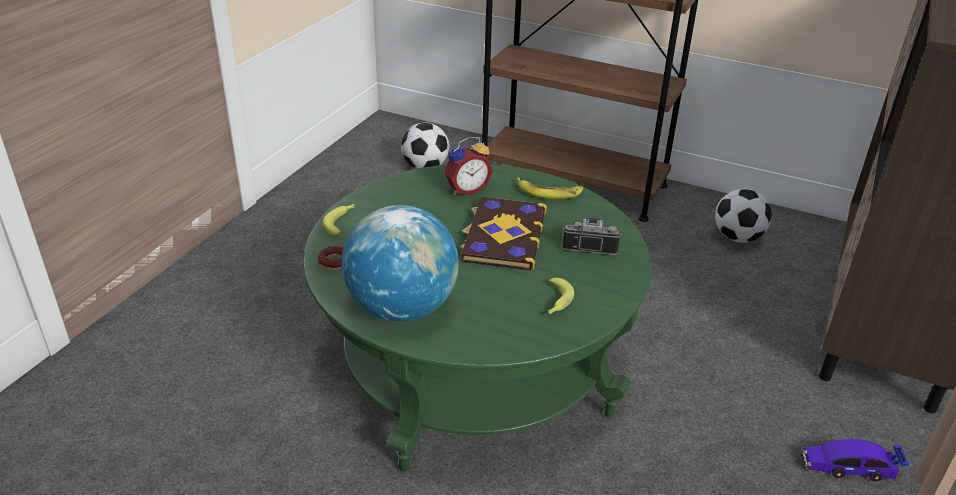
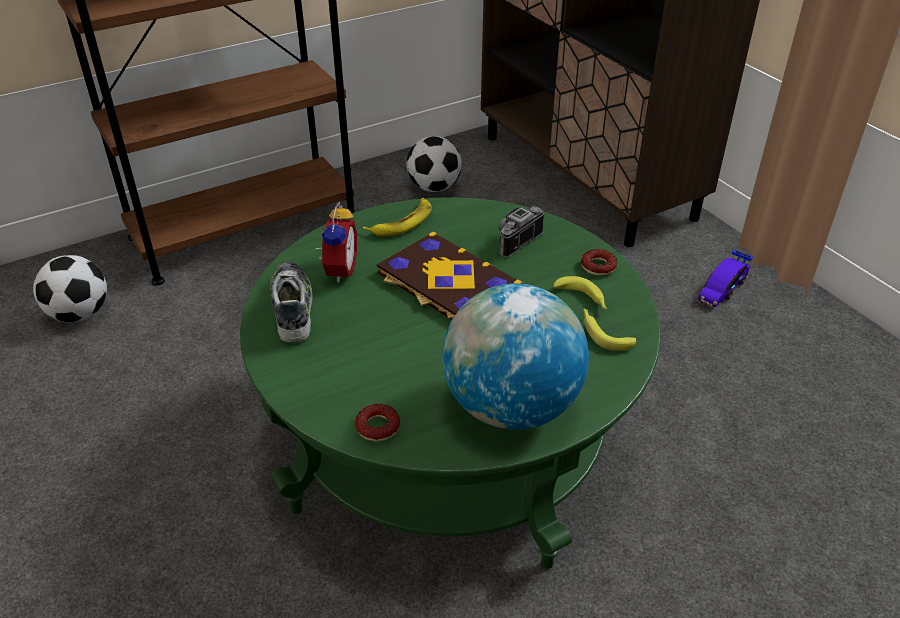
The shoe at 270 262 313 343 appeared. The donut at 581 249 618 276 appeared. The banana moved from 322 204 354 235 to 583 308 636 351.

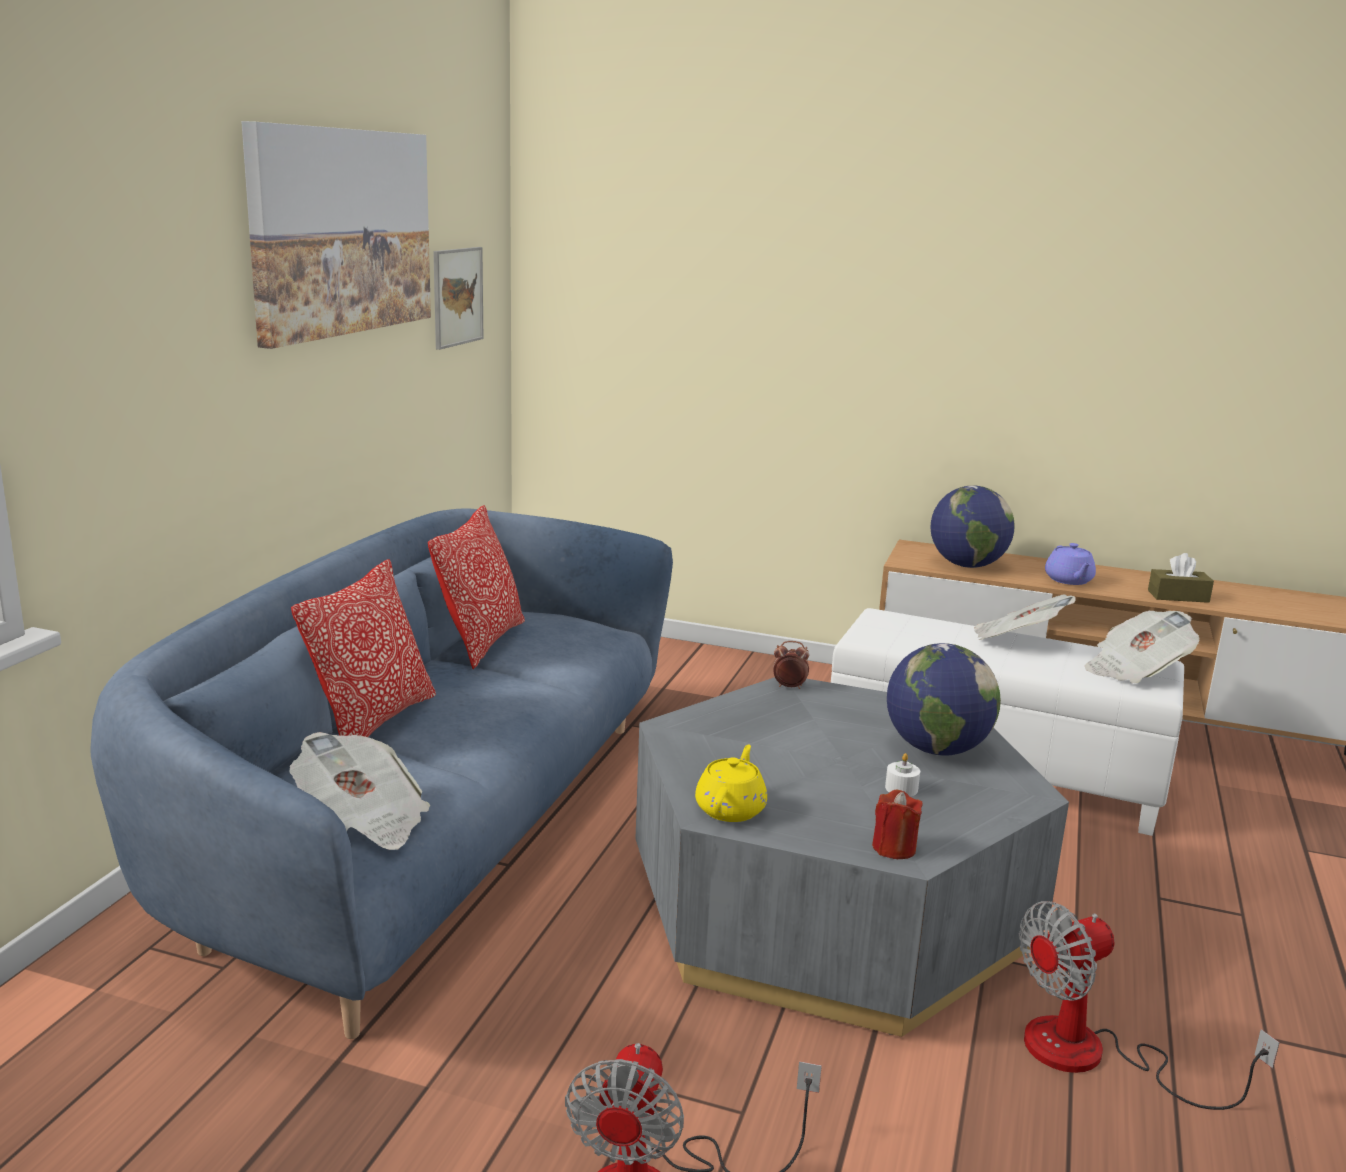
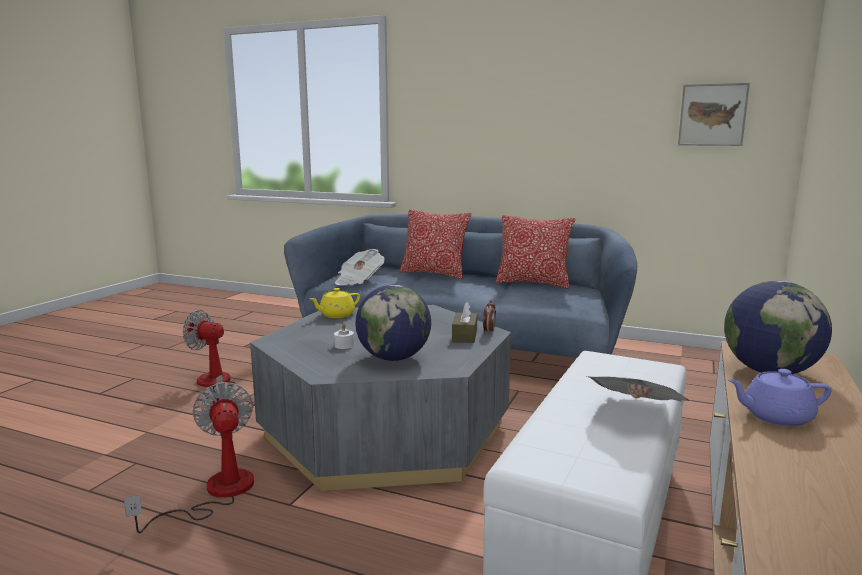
The teapot in yellow at 695 745 767 822 turned 120 degrees clockwise. The tissue box in brown moved from 1148 553 1214 603 to 452 302 477 343. The picture at 241 121 431 349 disappeared. The candle in red at 872 790 923 859 disappeared. The newspaper at 1085 611 1199 683 disappeared.

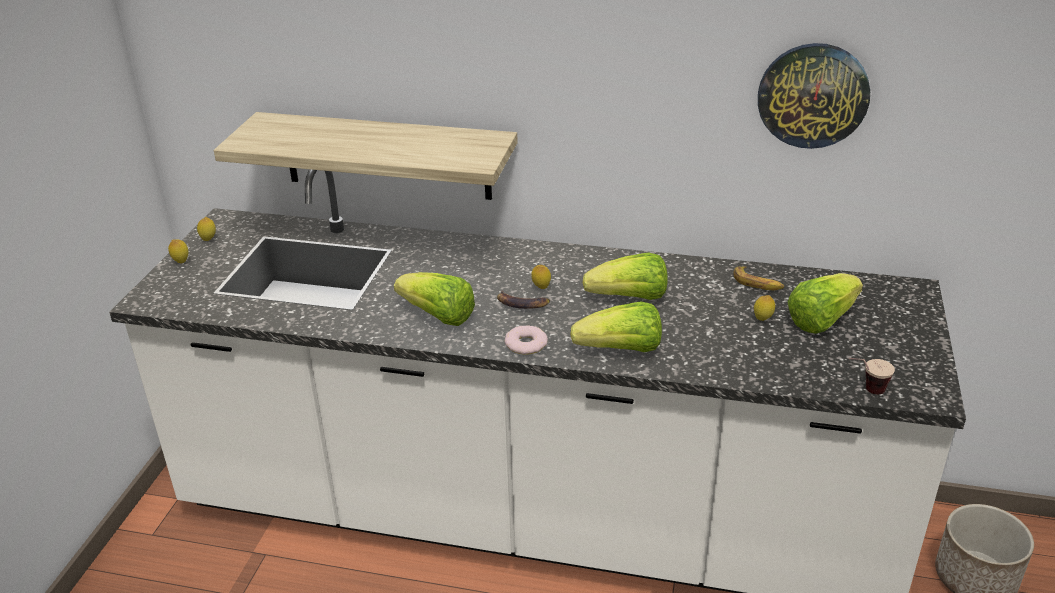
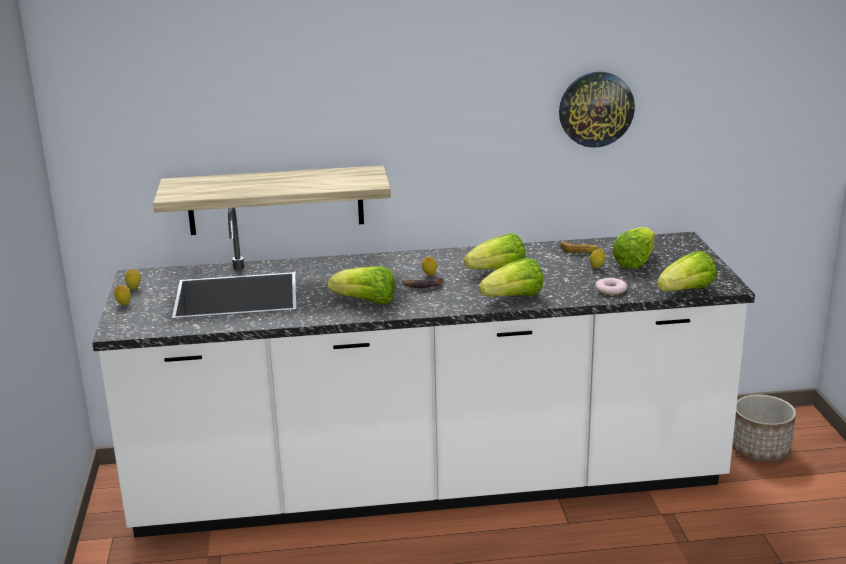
The donut moved from 505 325 548 355 to 595 278 628 295. The cup at 849 358 895 395 was replaced by the lettuce at 657 251 717 292.

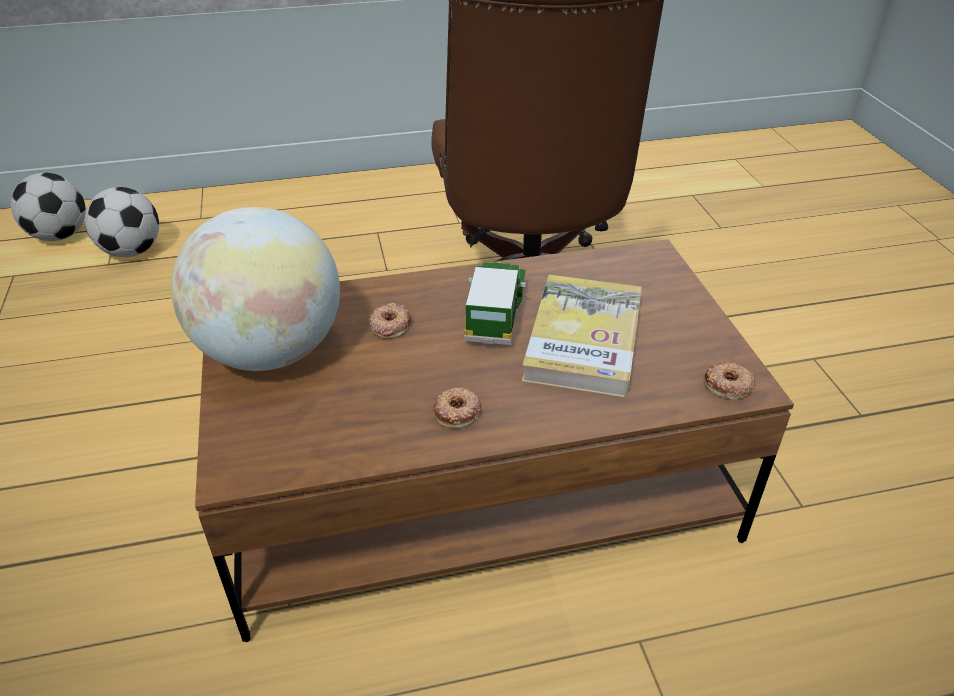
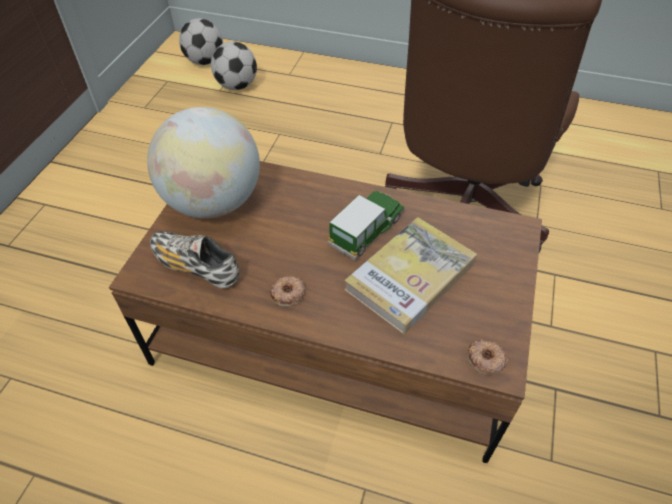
The shoe at 150 232 239 289 appeared. The donut at 369 303 411 339 disappeared.

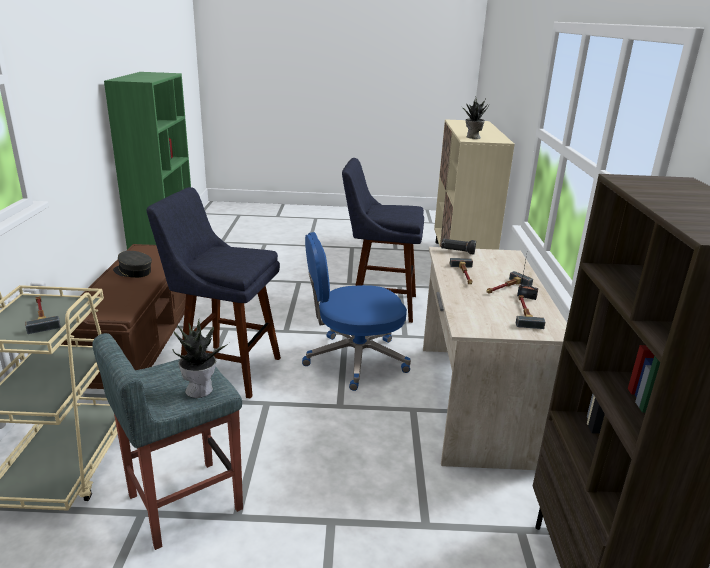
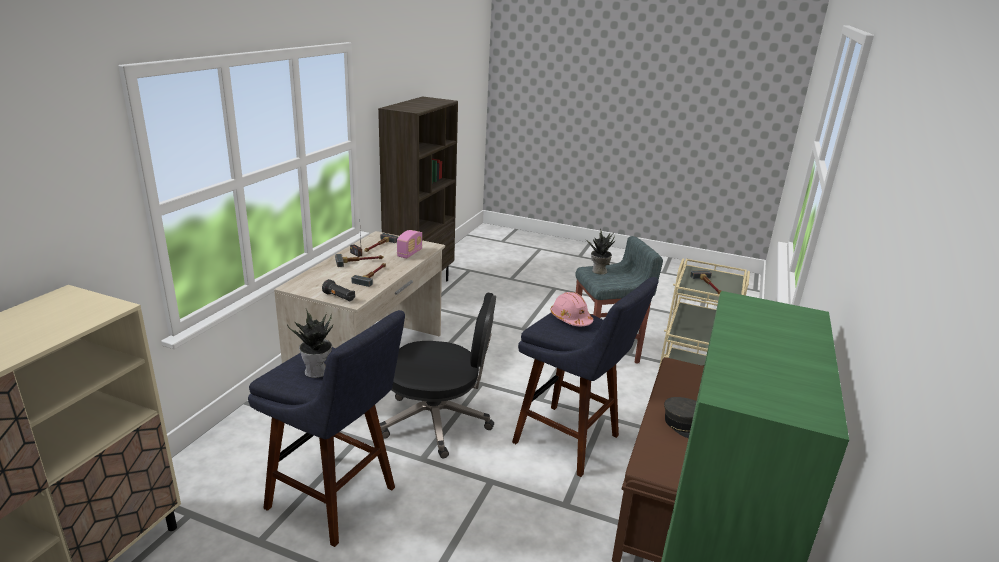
The potted plant moved from 461 96 489 139 to 287 309 333 378. The office chair in blue at 302 232 411 391 became the office chair in black at 380 292 496 458. The radio at 397 230 422 258 appeared. The hard hat in pink at 550 292 593 326 appeared.

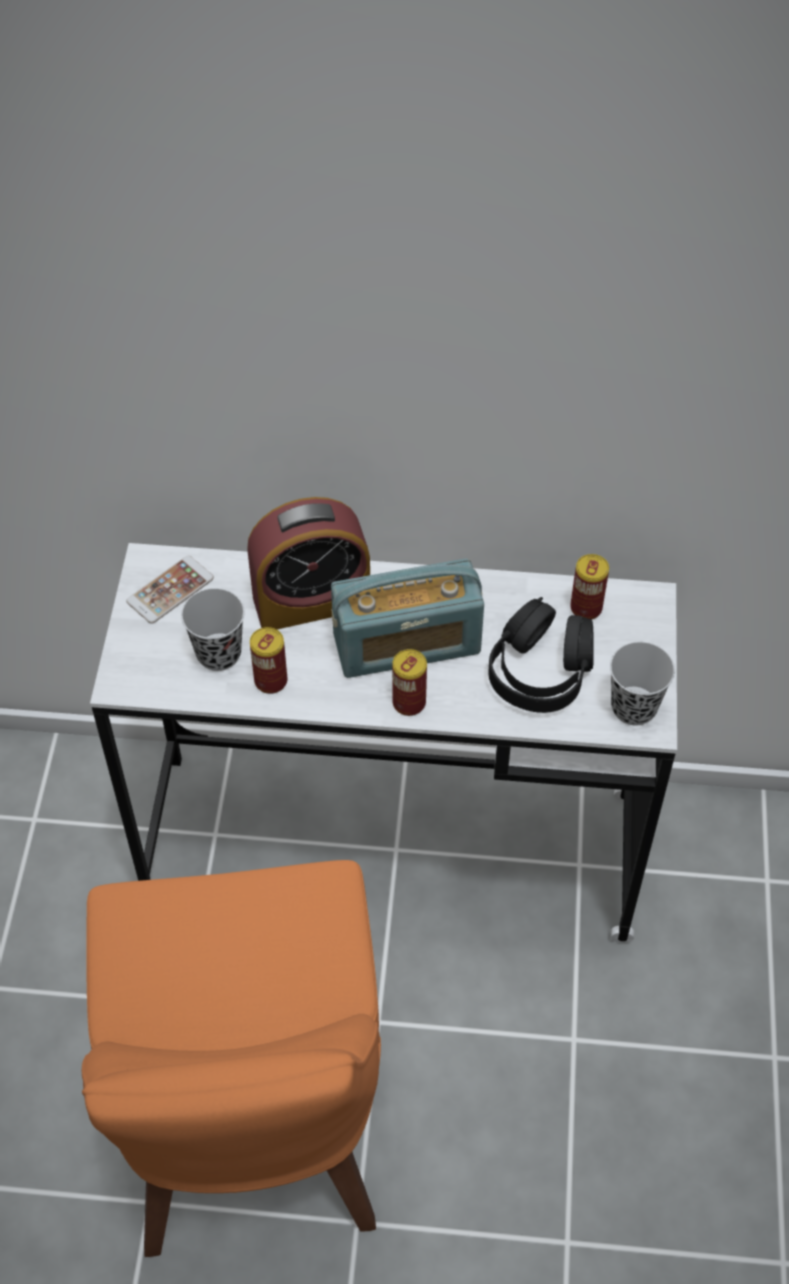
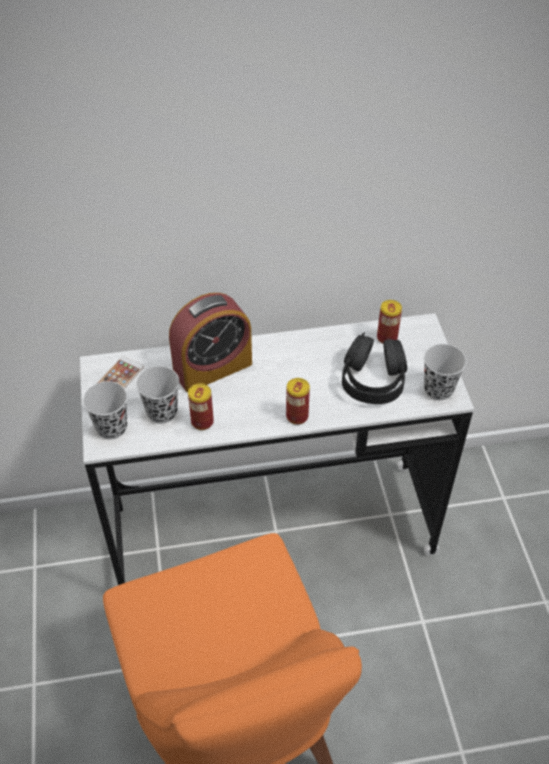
The cup in black at 83 381 127 439 appeared. The radio at 331 558 484 678 disappeared.

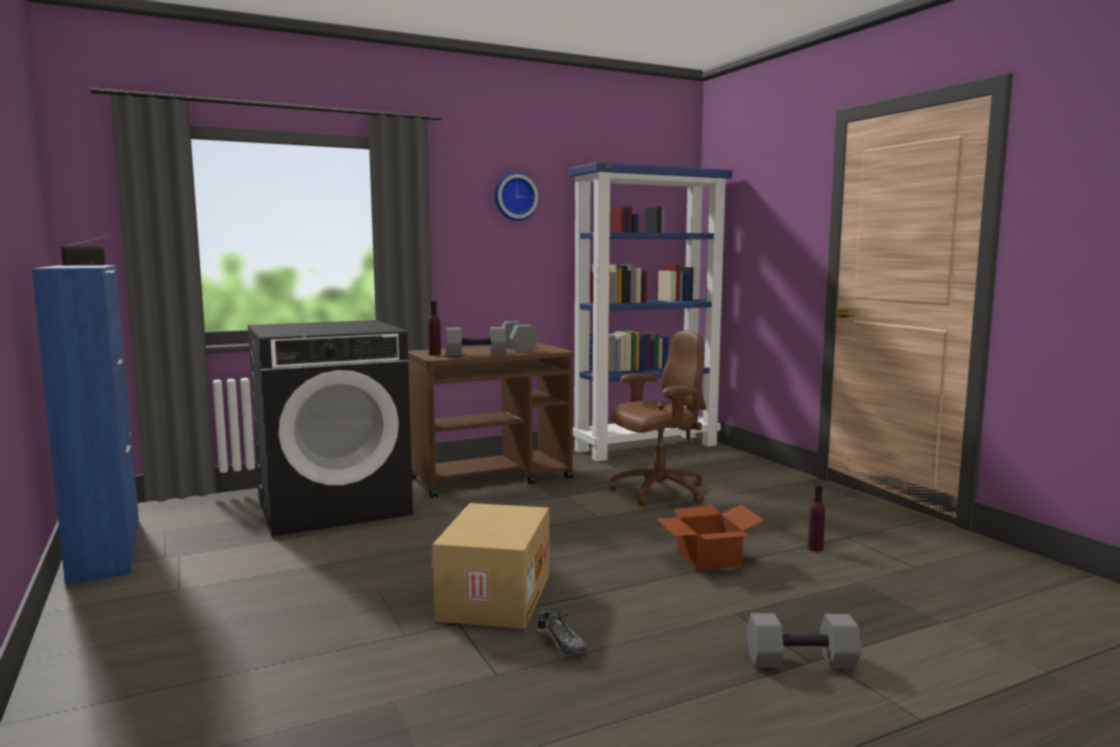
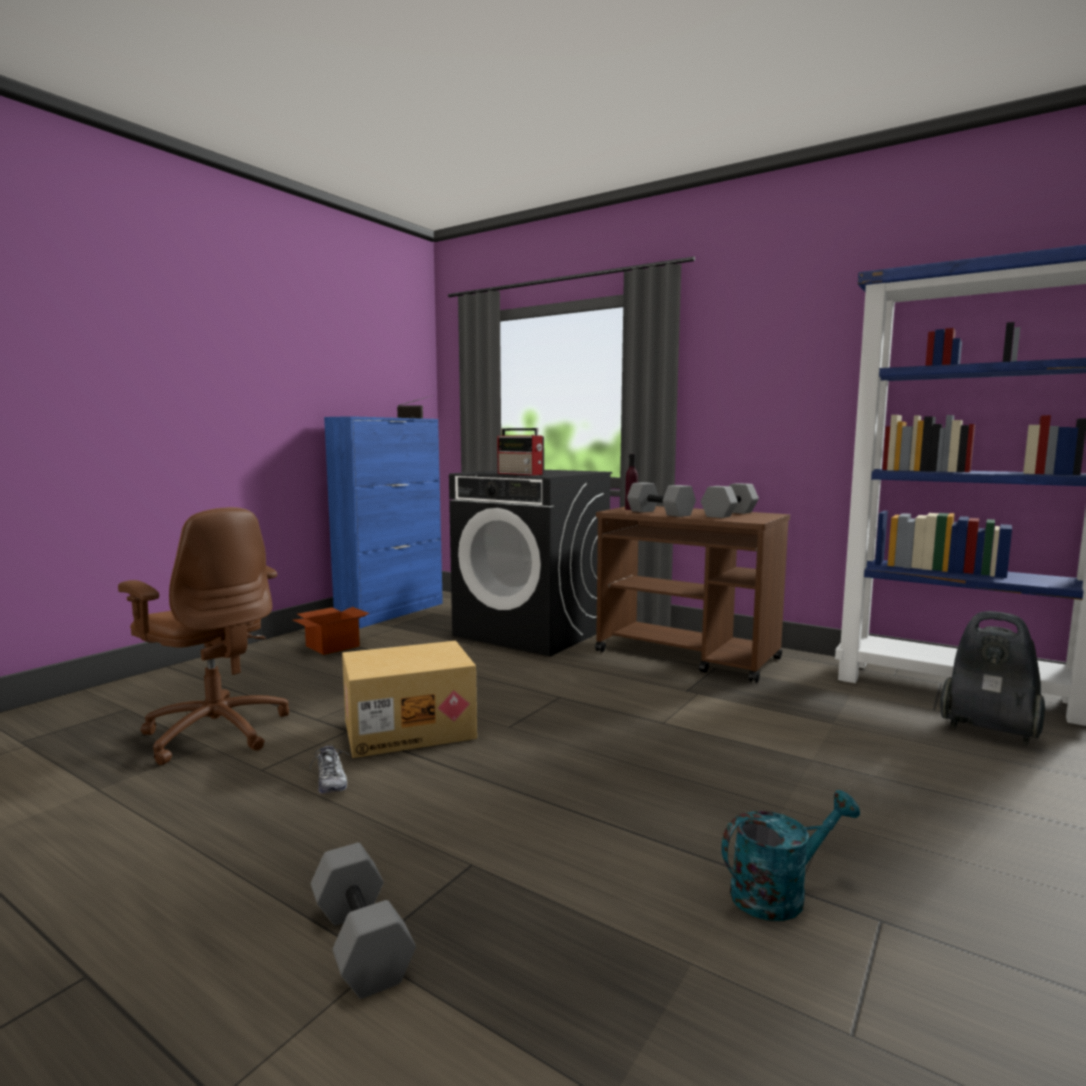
The office chair in brown moved from 610 330 706 507 to 118 507 289 765. The cardboard box moved from 656 504 764 571 to 293 607 370 655. The shoe at 537 608 587 656 turned 45 degrees counterclockwise. The radio at 497 428 544 475 appeared. The bottle in purple at 808 485 825 552 was replaced by the watering can in turquoise at 721 790 860 921. The vacuum cleaner at 940 611 1045 744 appeared. The wall clock at 495 172 539 221 disappeared.

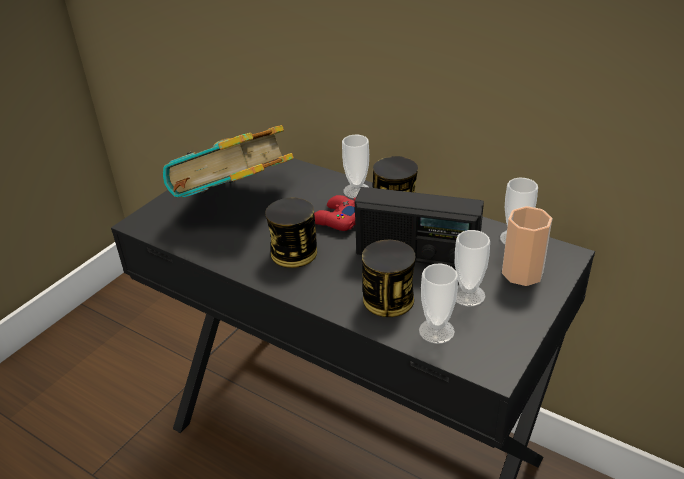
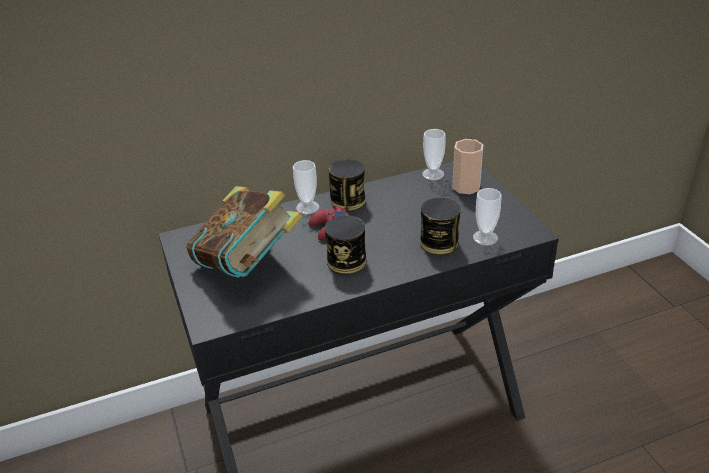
The radio at 355 187 484 268 disappeared. The cup at 455 230 490 307 disappeared.

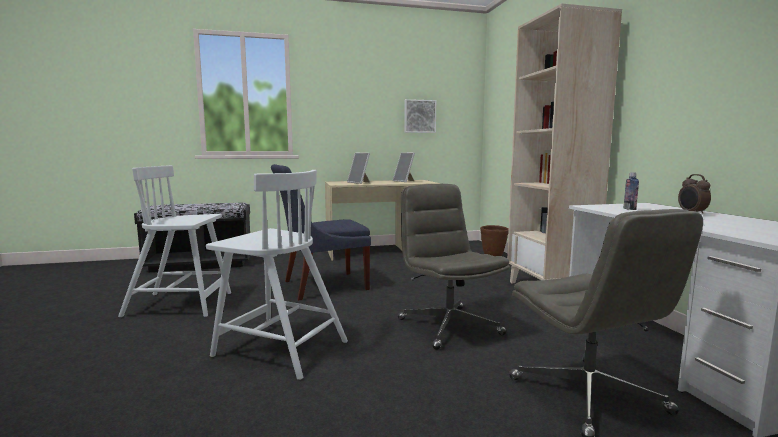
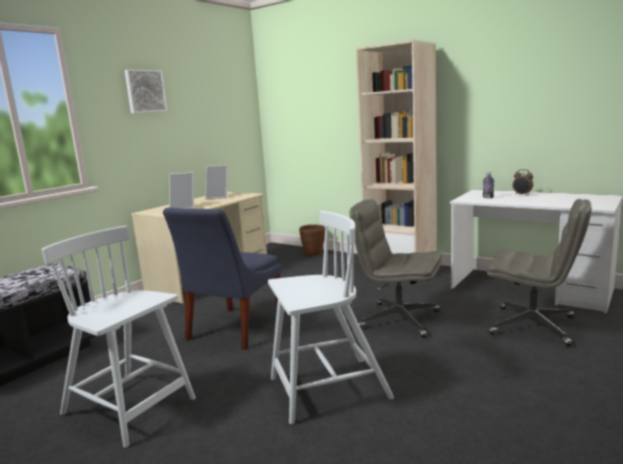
The chair in white at 118 165 231 317 turned 75 degrees clockwise. The picture moved from 404 99 436 133 to 124 69 167 113.

